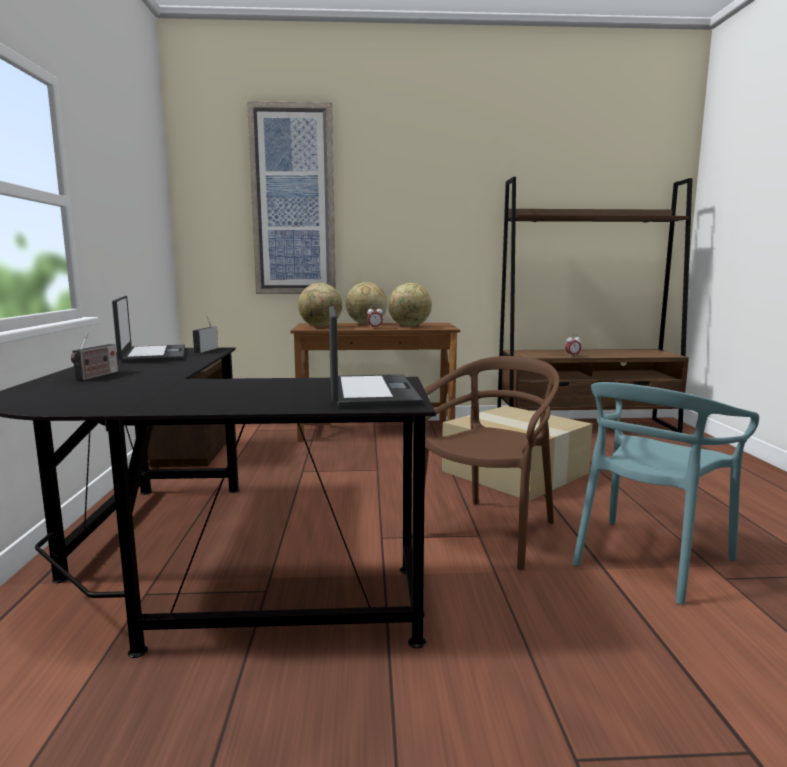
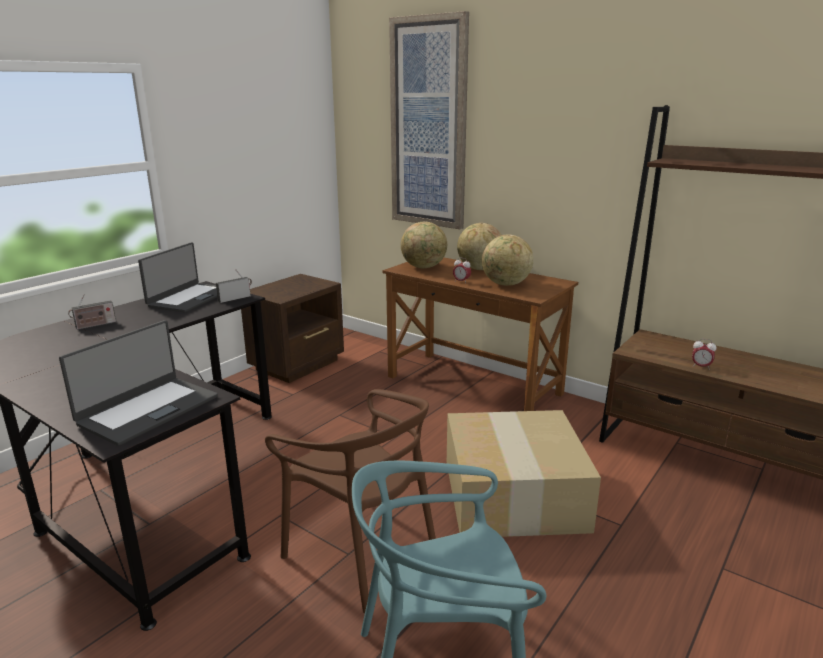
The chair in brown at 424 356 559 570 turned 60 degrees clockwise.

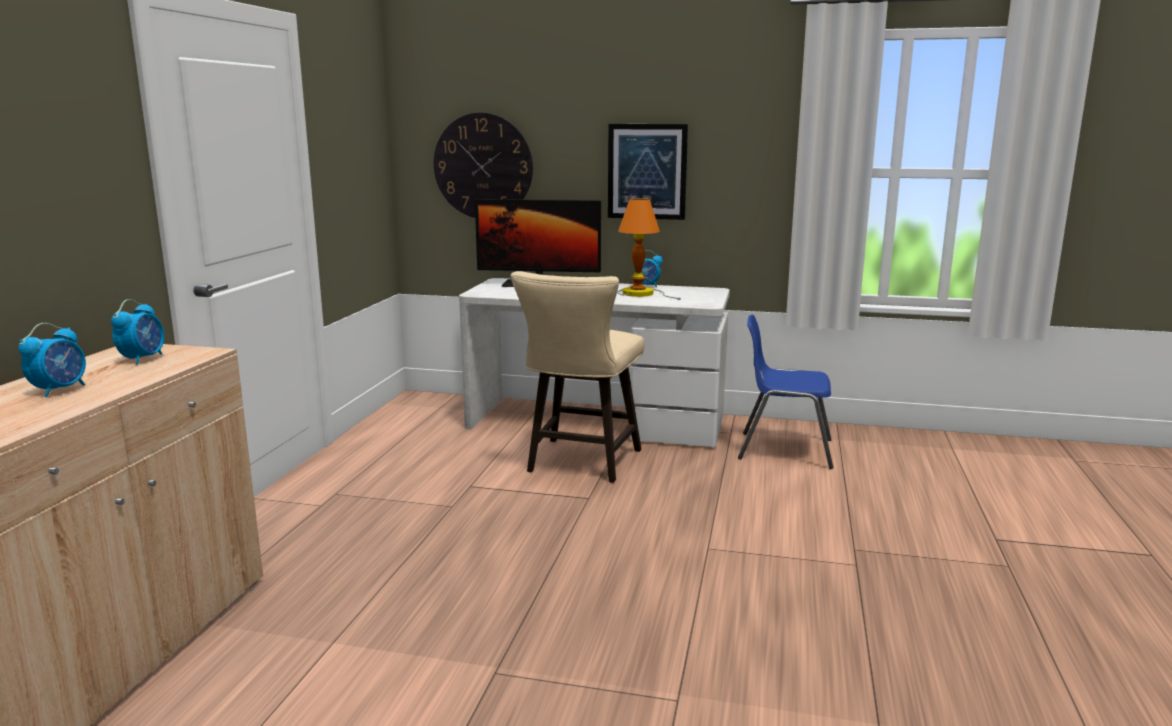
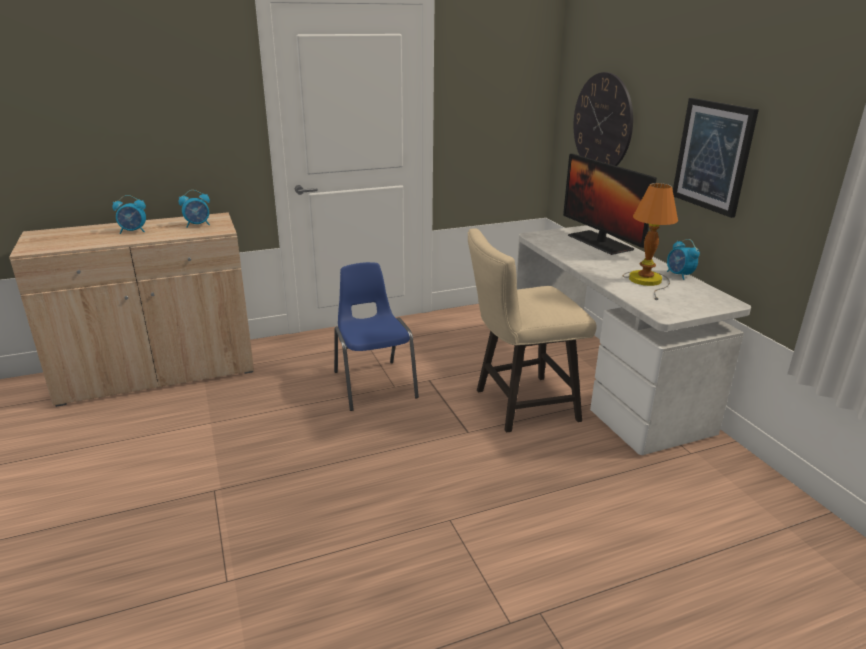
The chair in blue moved from 738 314 833 469 to 334 262 419 411.

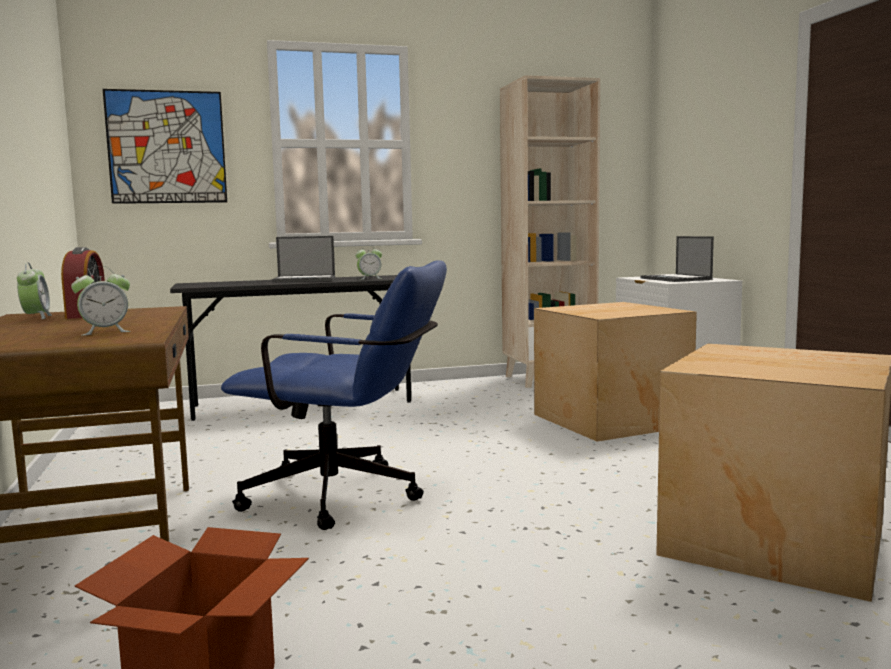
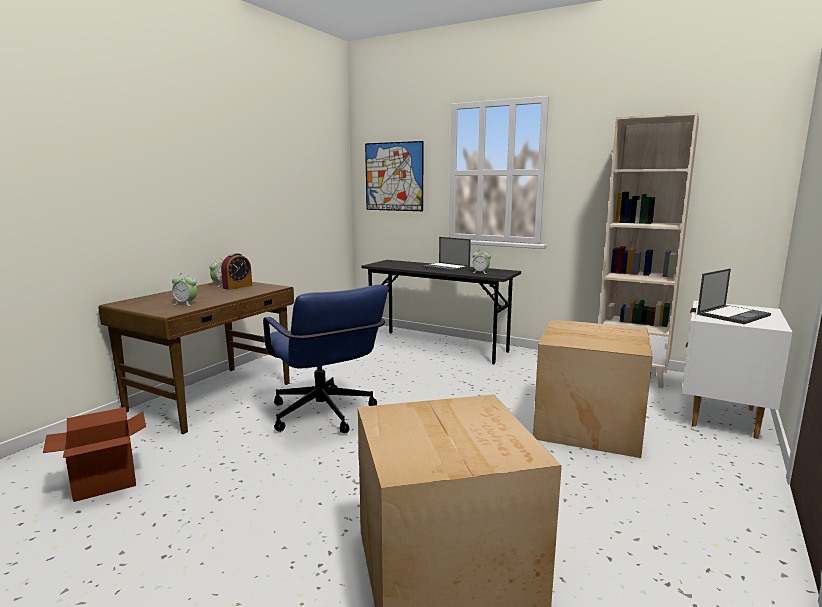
The laptop at 640 236 714 282 turned 150 degrees counterclockwise.

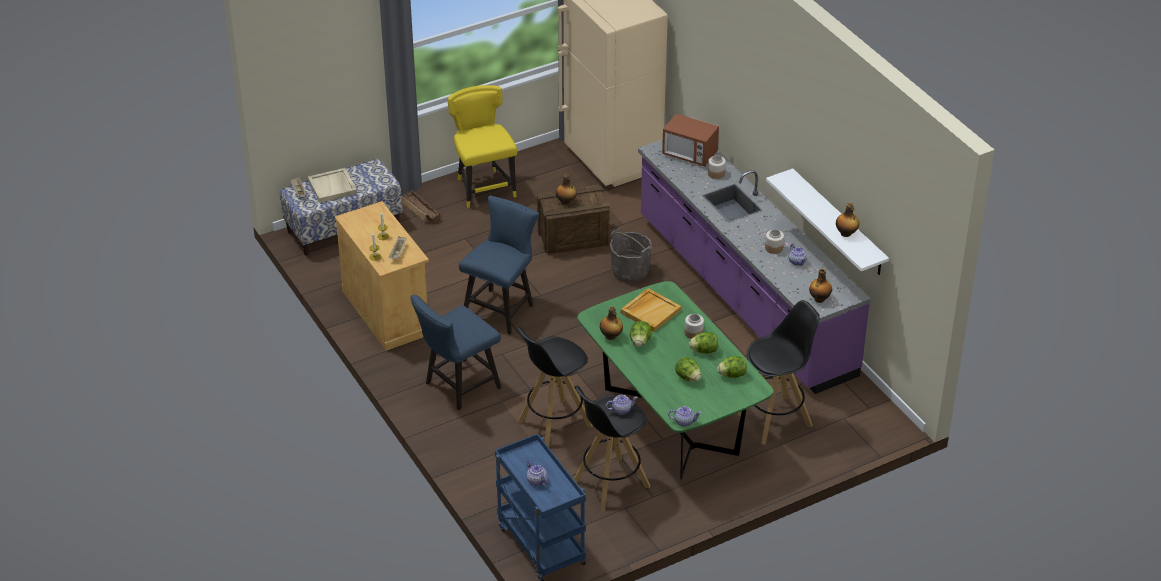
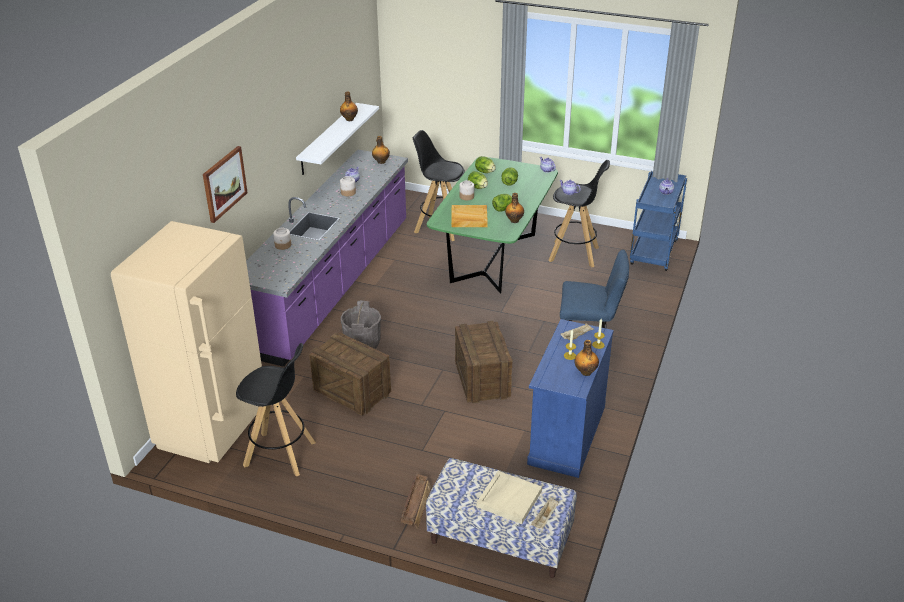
The picture at 203 146 248 223 appeared. The stool in black moved from 517 326 593 447 to 236 343 316 477. The chair in blue at 459 196 539 334 was replaced by the crate at 455 321 513 404. The cabinet in beige at 335 201 429 351 became the cabinet in blue at 527 319 614 478. The bottle moved from 556 174 577 205 to 574 340 599 376. The chair in yellow at 448 85 517 208 disappeared. The microwave at 662 113 719 167 disappeared.

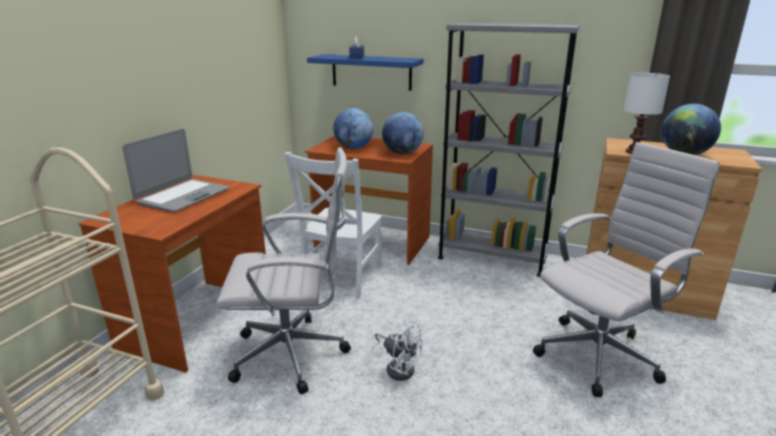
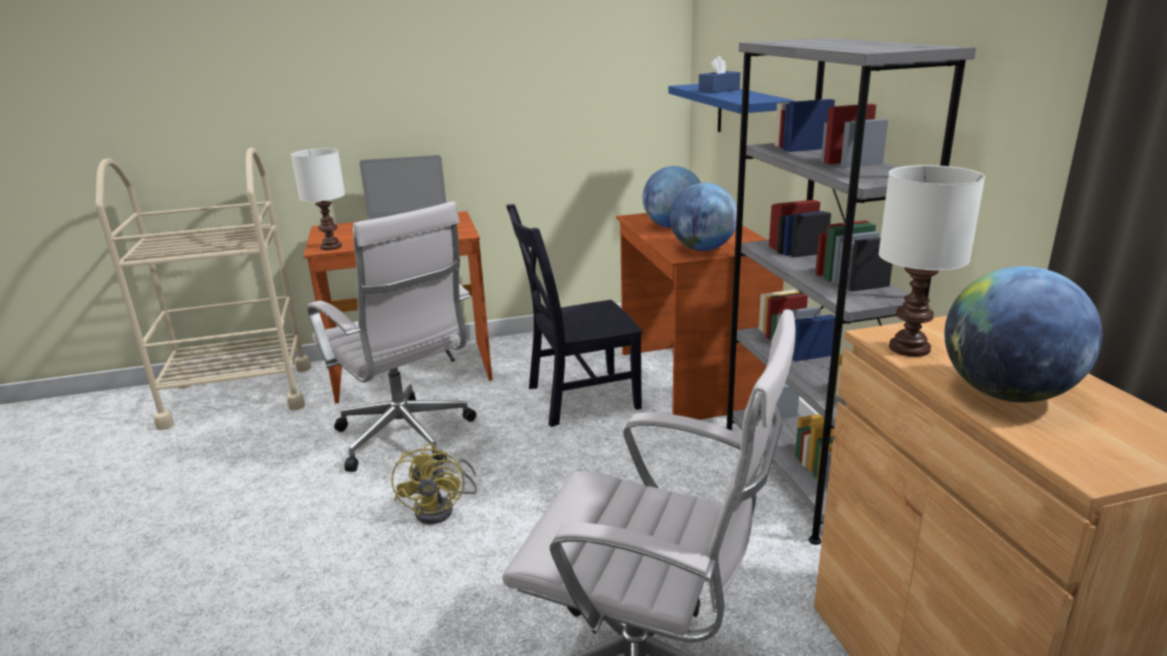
The table lamp in white at 291 148 345 250 appeared. The fan in white at 375 320 423 381 became the fan in yellow at 392 443 477 524. The chair in white at 284 152 382 299 became the chair in black at 506 204 643 427.

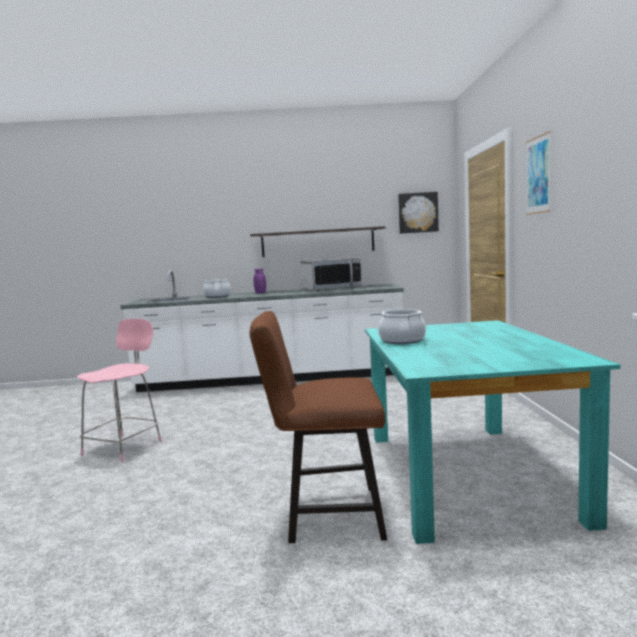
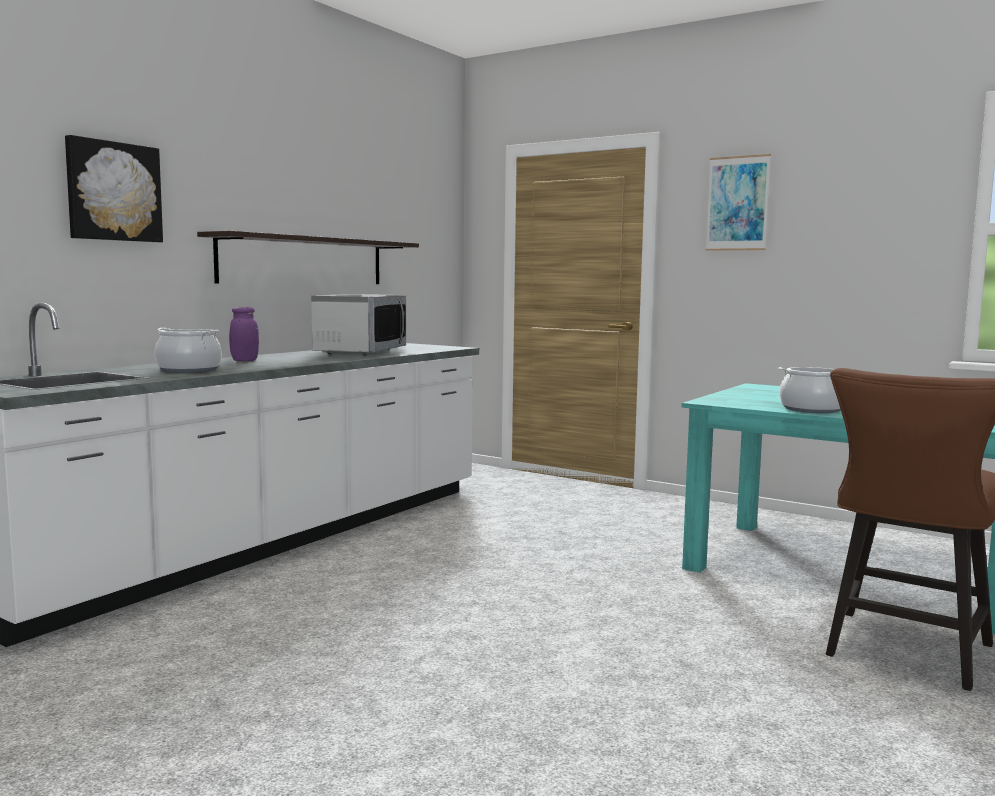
The picture moved from 398 192 439 234 to 65 135 163 242. The chair in pink at 77 319 162 462 disappeared.

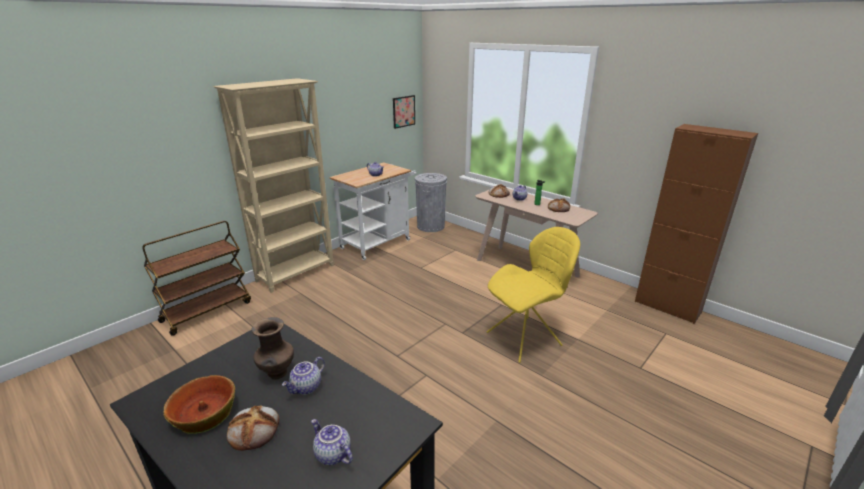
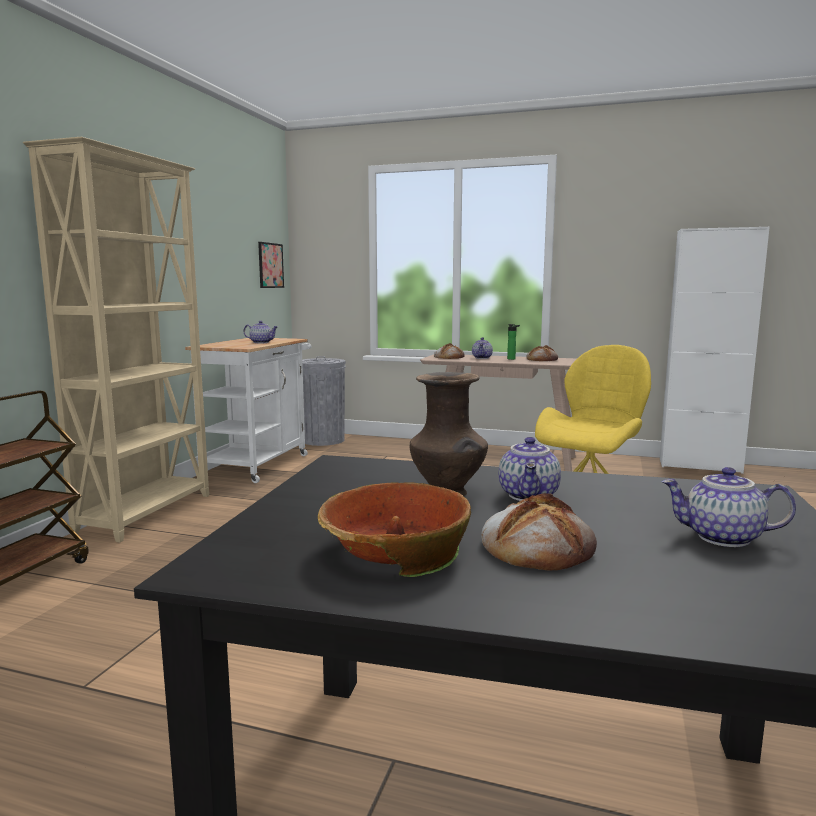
The cabinet in brown at 635 124 758 324 became the cabinet in white at 660 227 770 474.

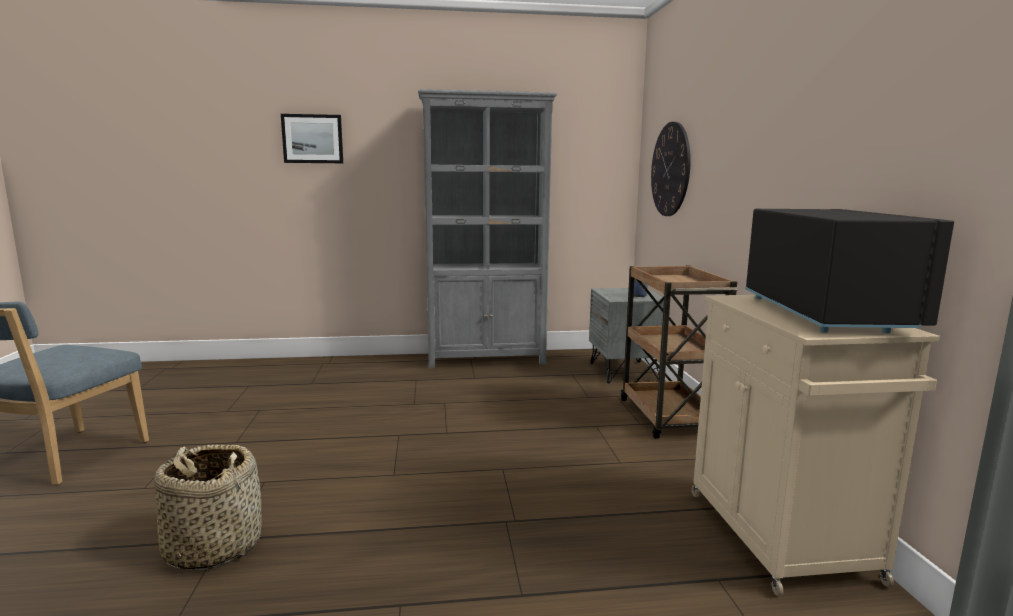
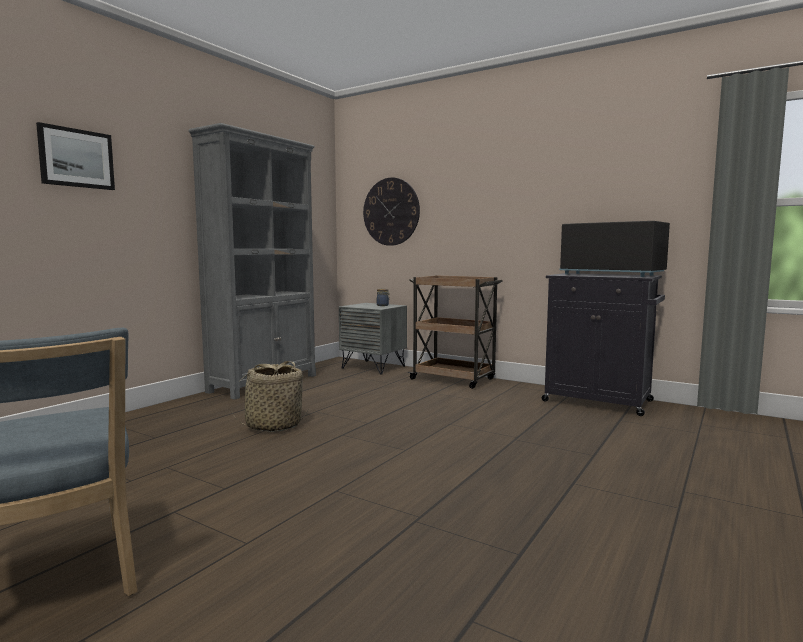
The basket moved from 154 445 262 570 to 230 361 308 432. The cabinet in beige at 692 295 940 596 became the cabinet in black at 542 273 665 416.

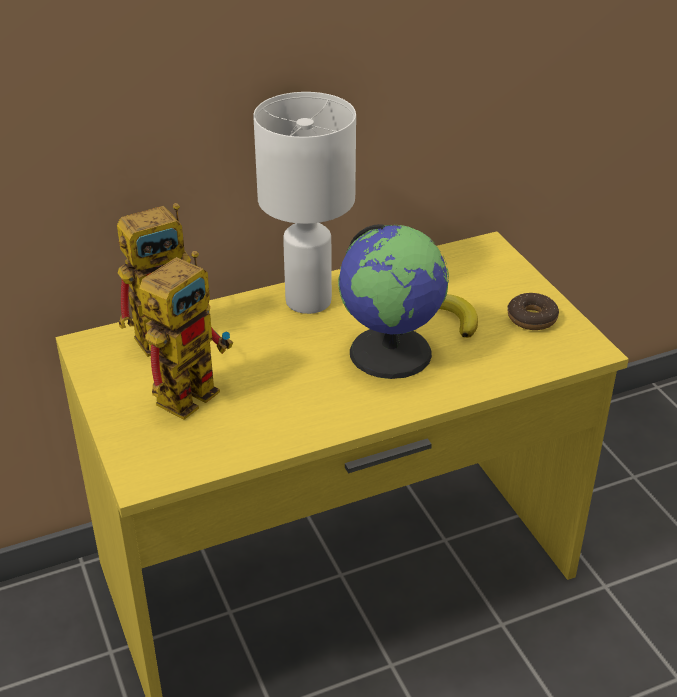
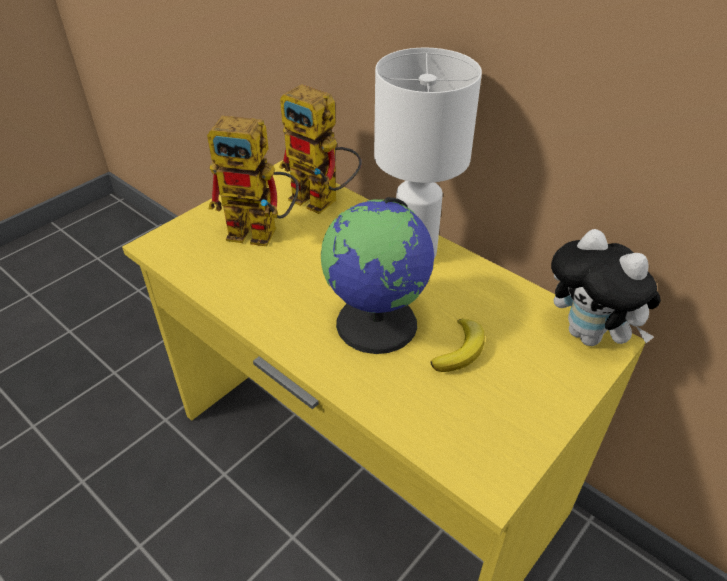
The plush toy at 551 229 661 346 appeared. The donut at 507 293 559 330 disappeared.

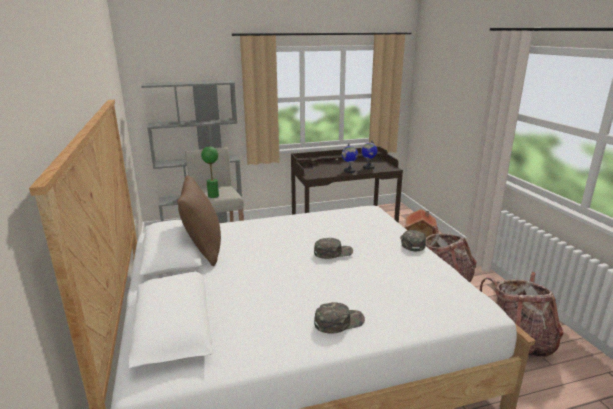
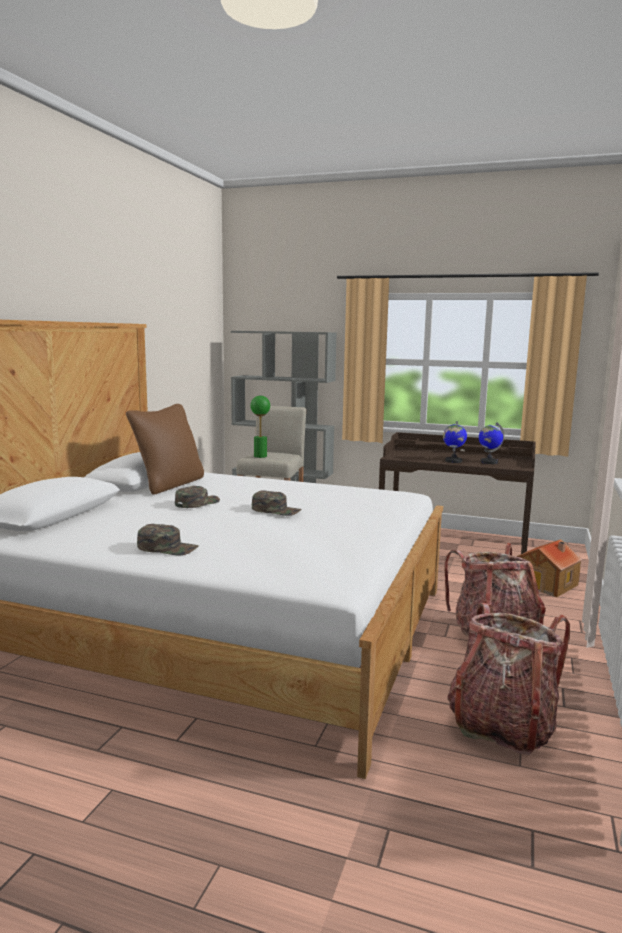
The cap in green moved from 400 230 426 251 to 175 486 220 508.

